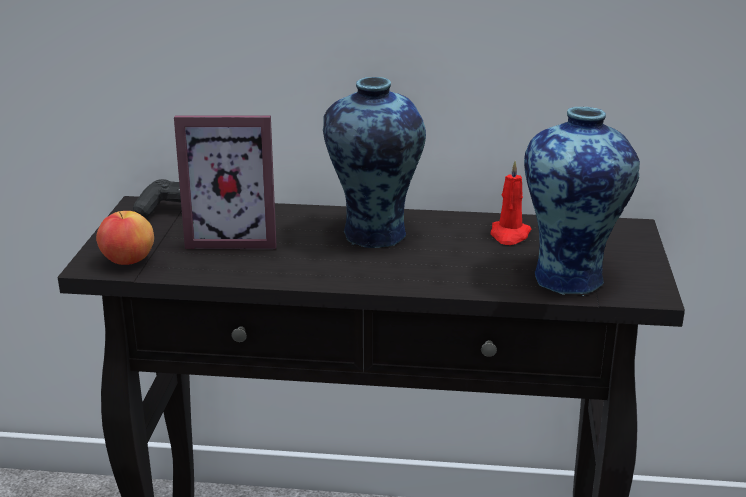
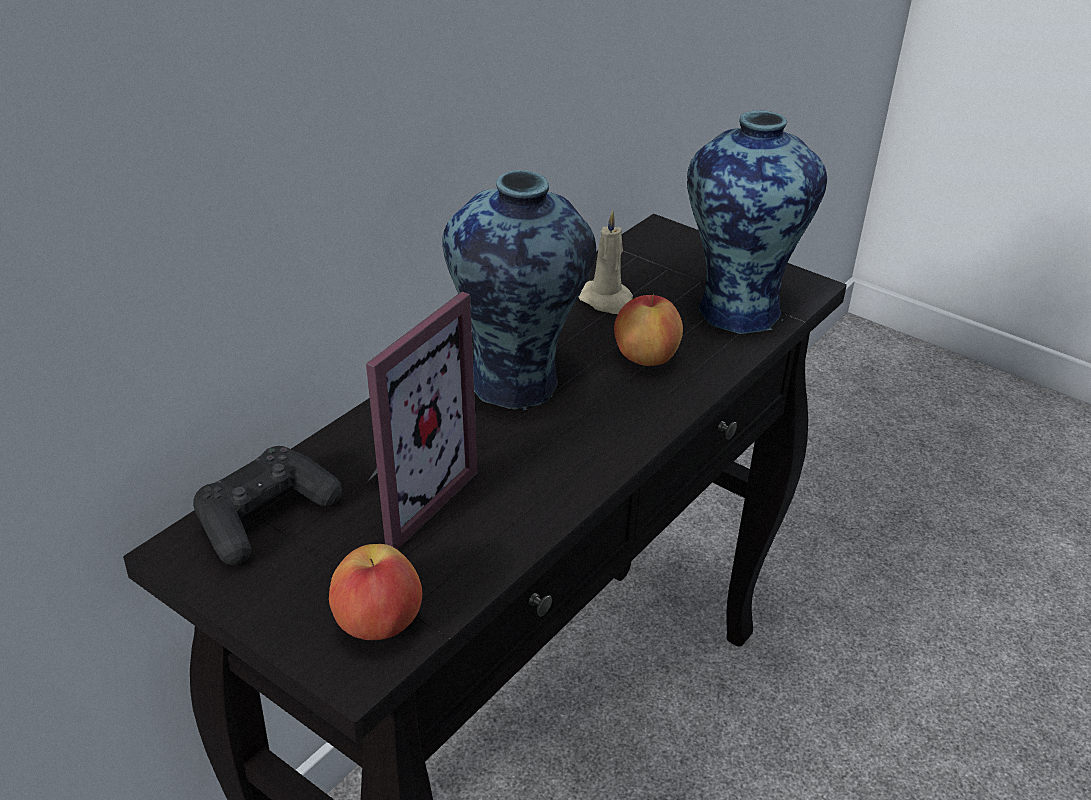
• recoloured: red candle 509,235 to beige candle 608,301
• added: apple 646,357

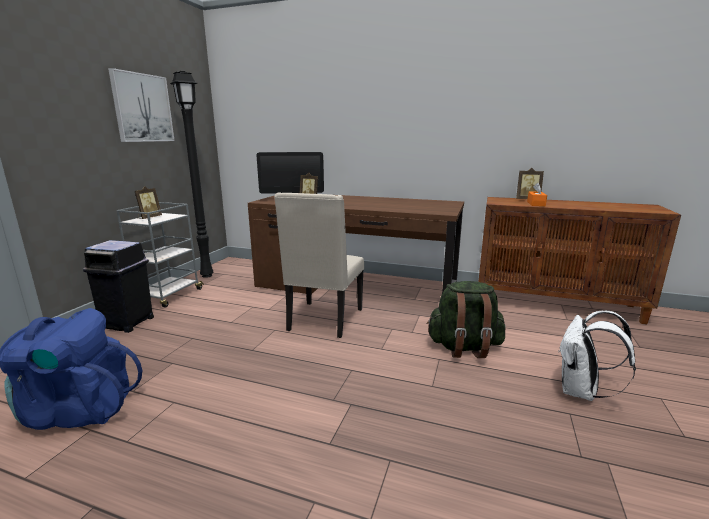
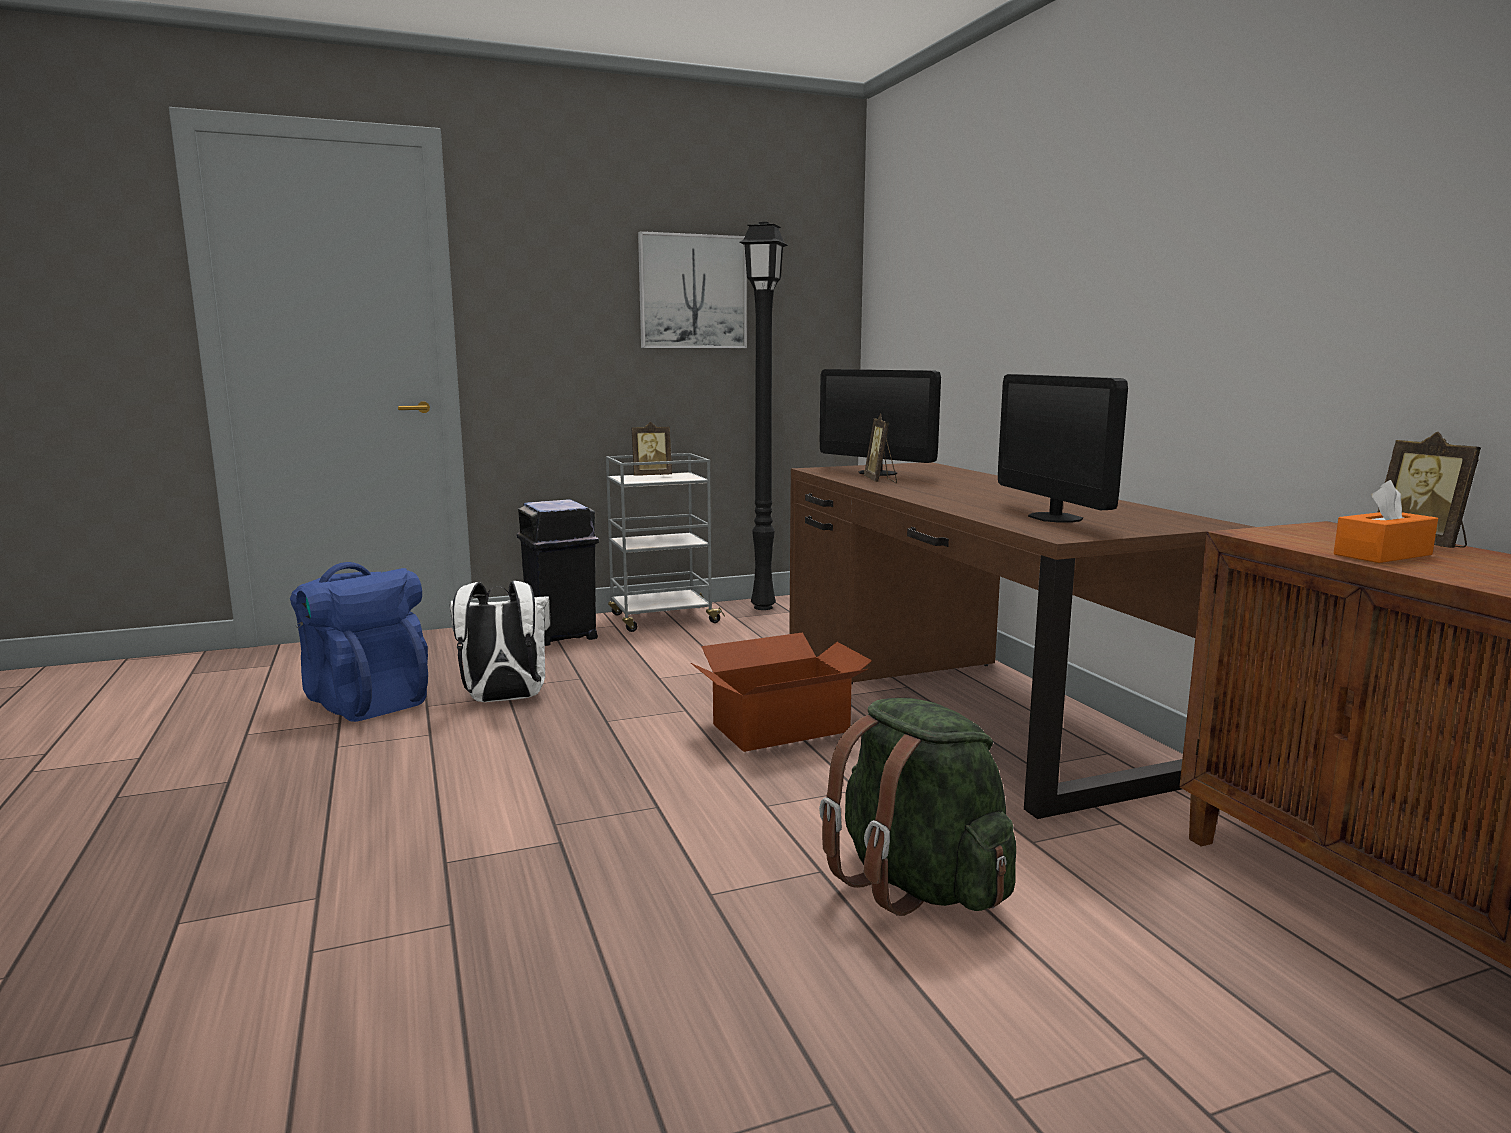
• replaced: beige chair 324,320 to cardboard box 779,728
• moved: white backpack 581,392 to 504,700
• added: monitor 1055,517

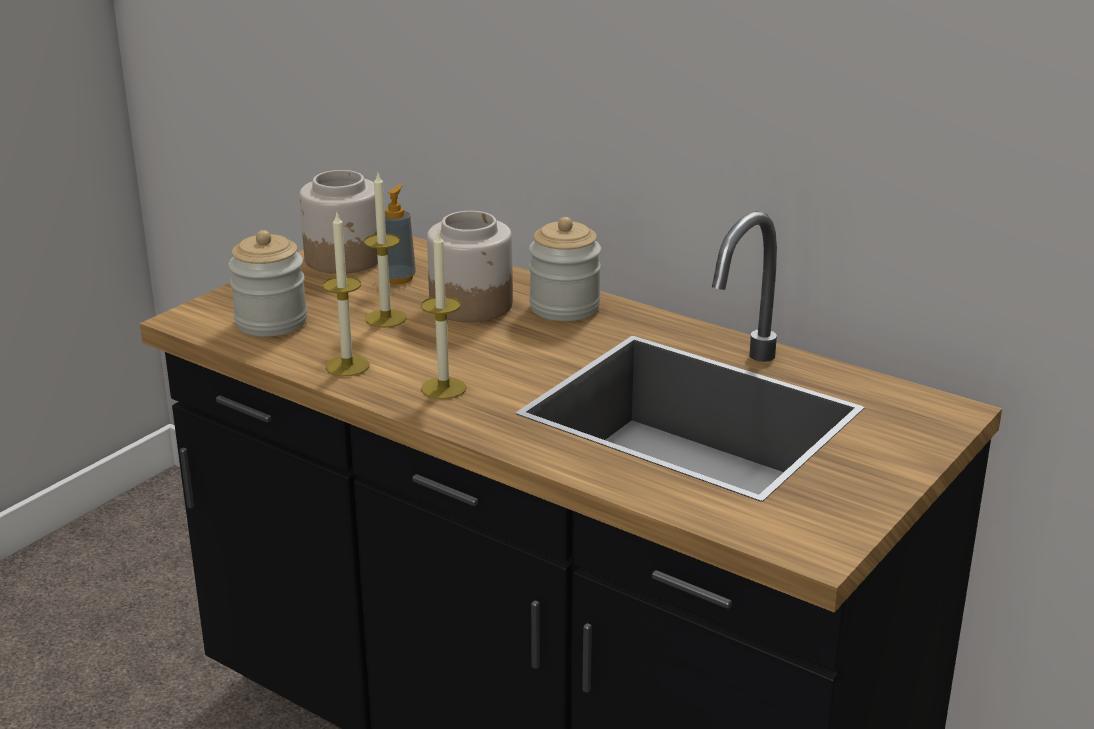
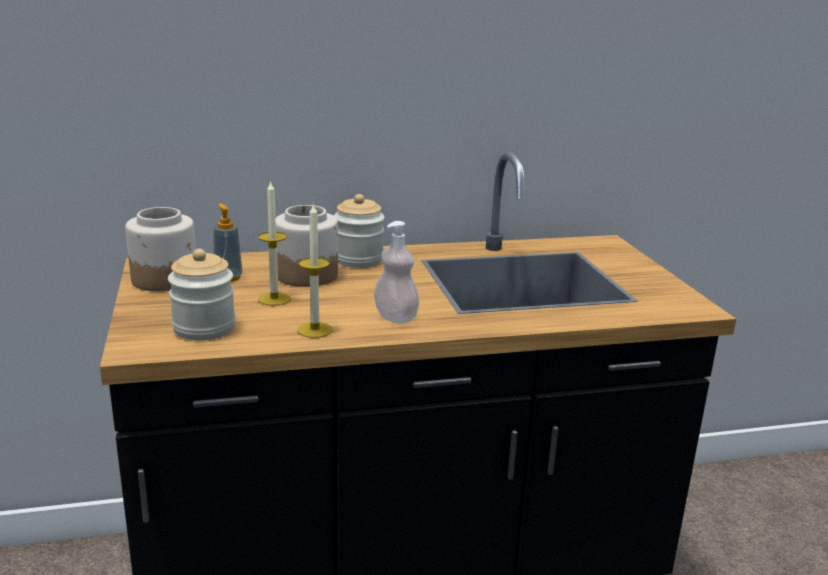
• replaced: candle 443,388 to soap dispenser 395,317

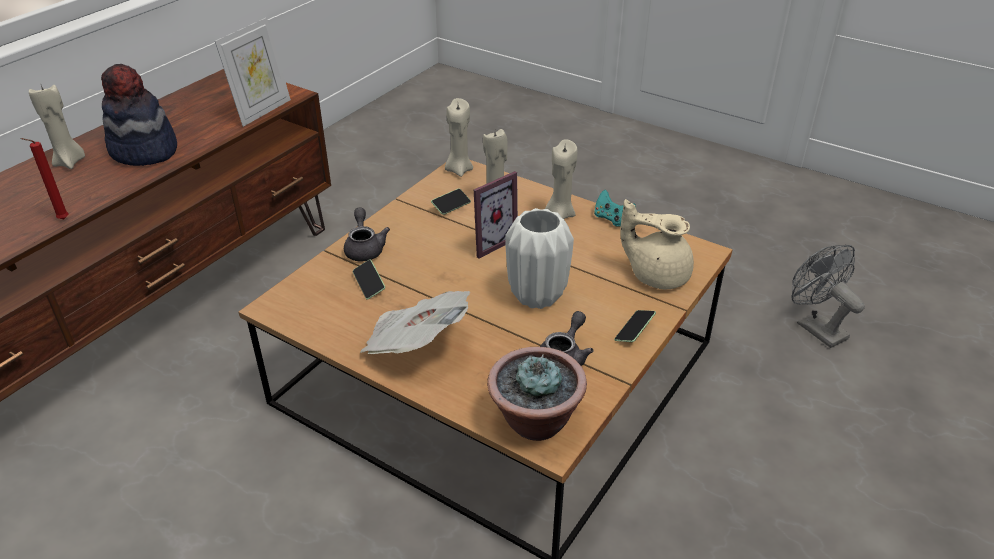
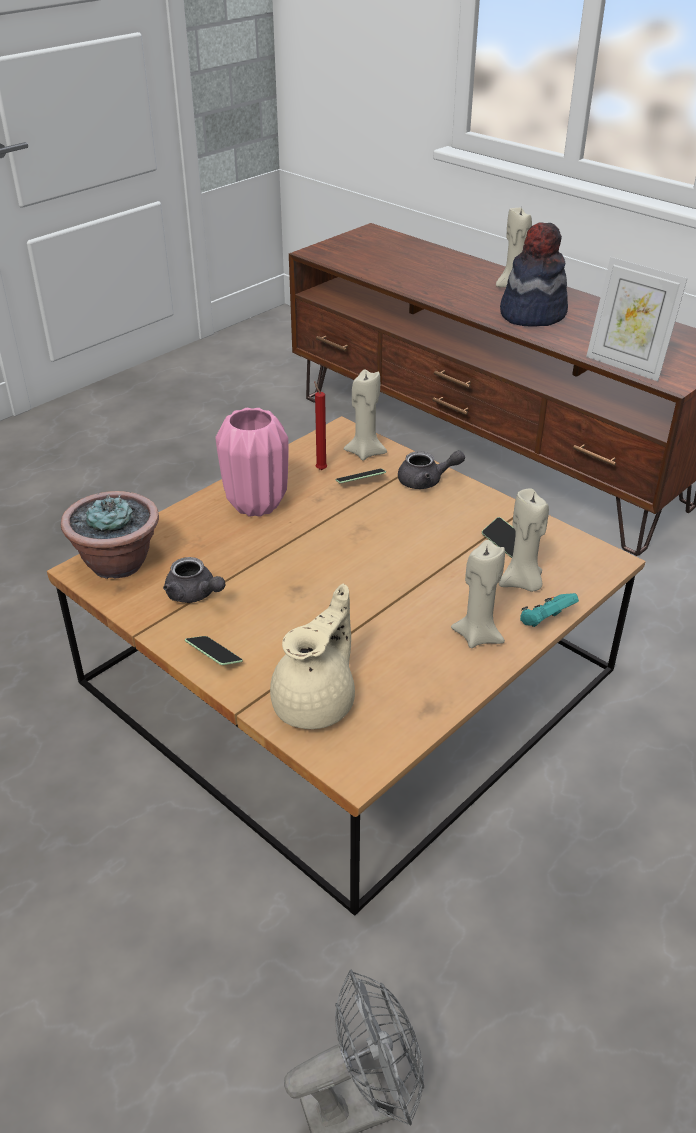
• moved: red candle 61,220 to 320,469
• replaced: newspaper 416,344 to pink vase 256,504
• moved: beige candle 458,170 to 365,452
• removed: picture frame 488,242
• removed: white vase 536,297
• moved: turquoise game controller 612,219 to 544,622

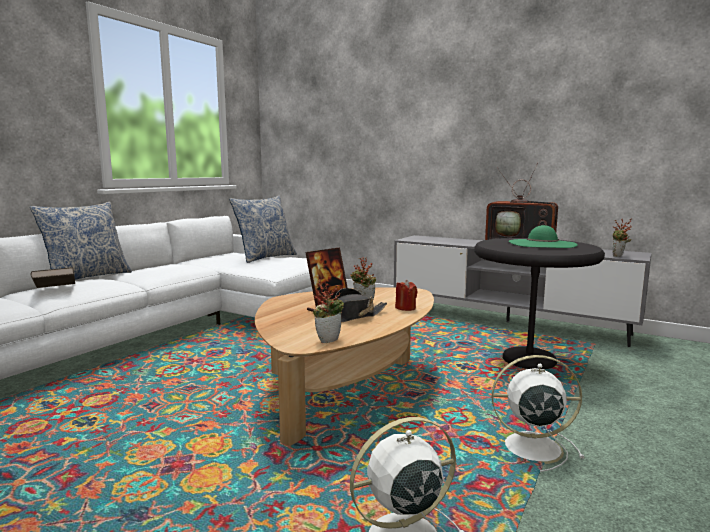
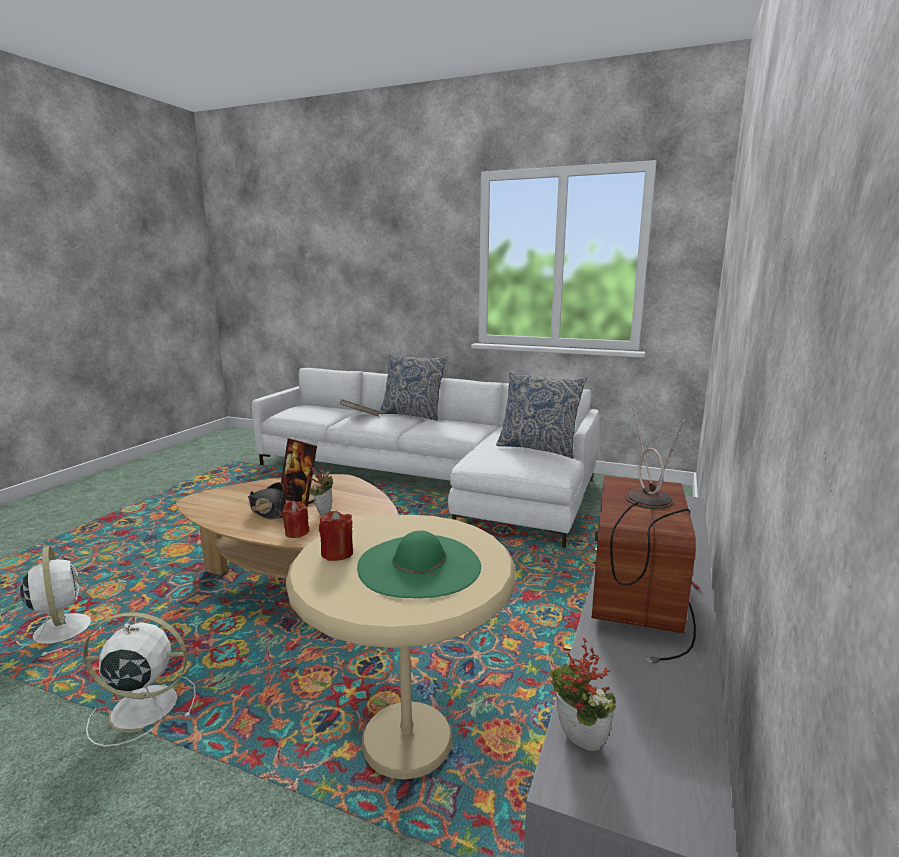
• removed: potted plant 328,339
• recoloured: black side table 529,360 to beige side table 407,742
• turned: white fan 529,447 = 141,707 90 degrees counterclockwise
• added: red candle 337,553

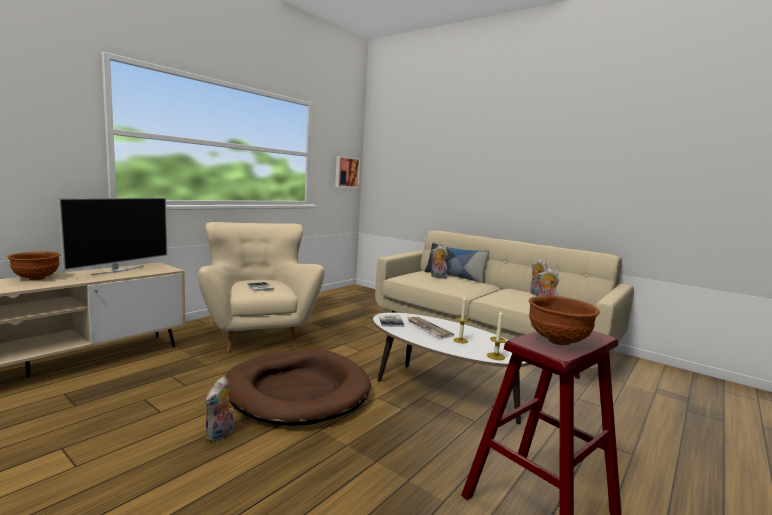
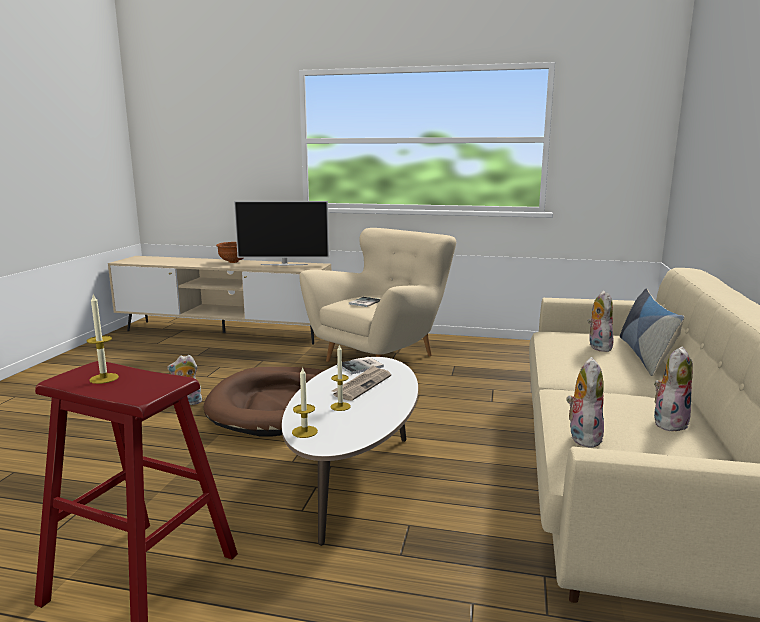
• removed: picture 346,172
• replaced: brown bowl 558,342 to candle 104,378

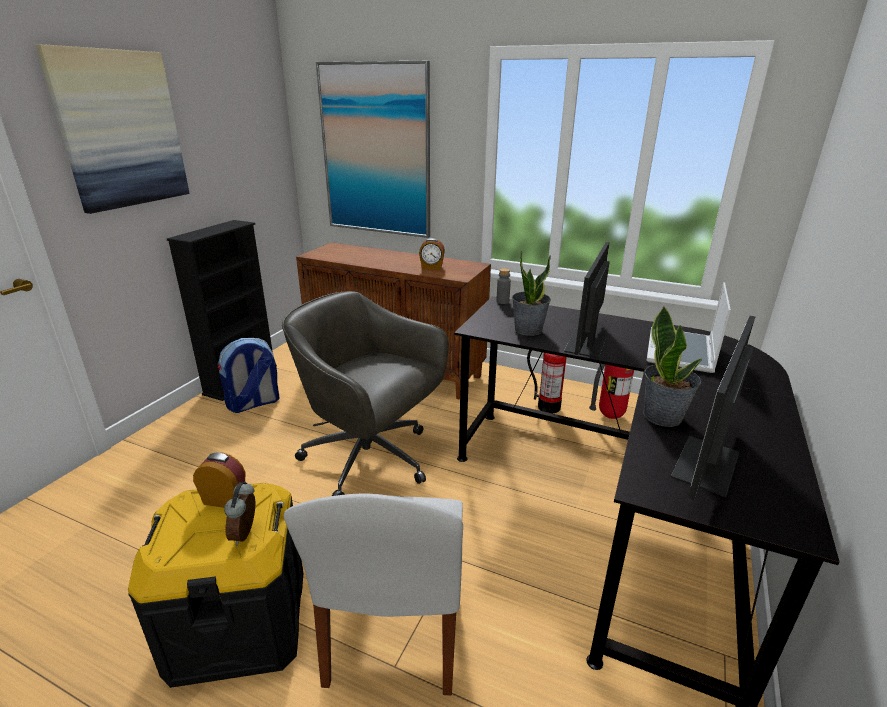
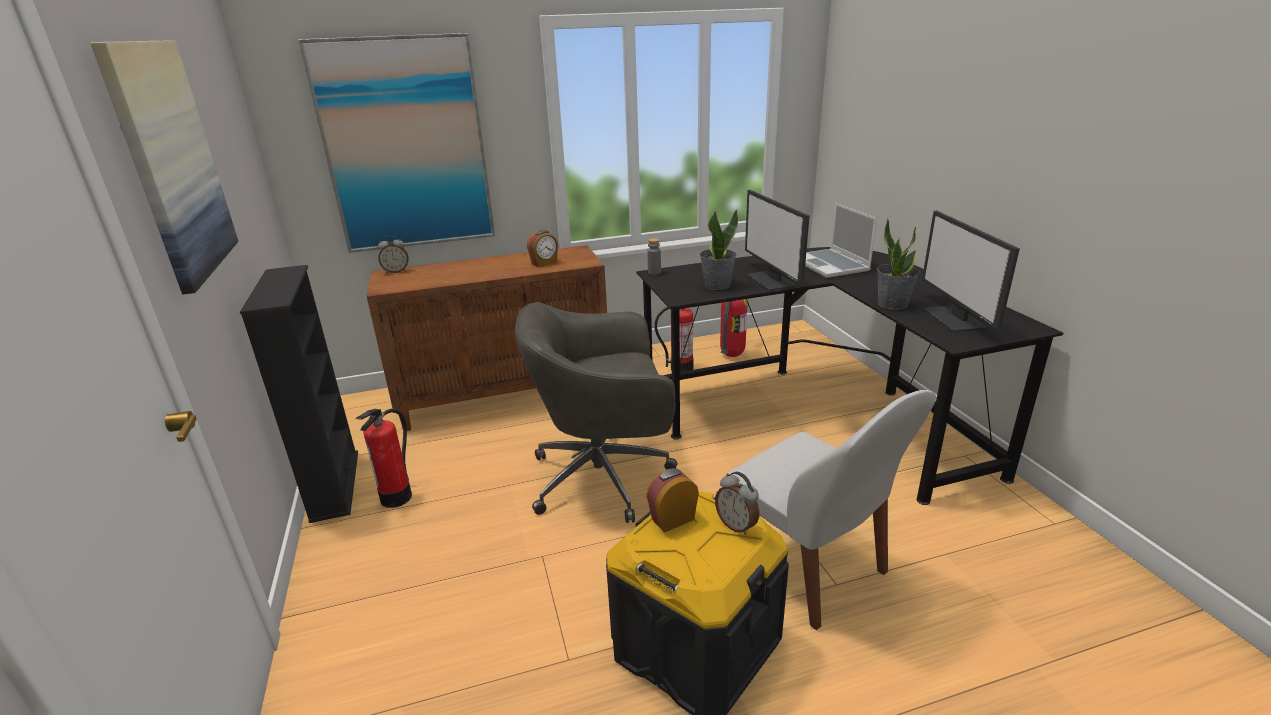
• replaced: backpack 253,403 to fire extinguisher 396,497
• added: alarm clock 396,271

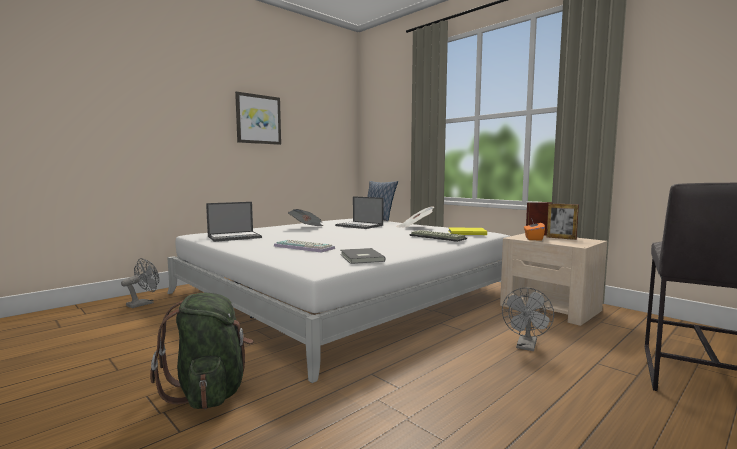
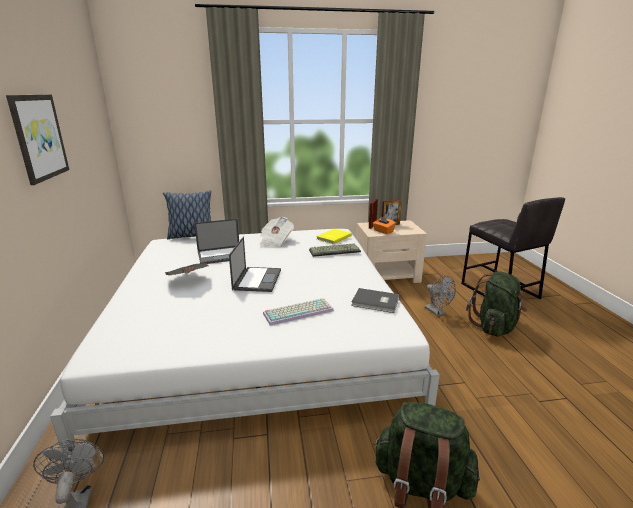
• moved: laptop 235,237 to 257,279
• added: green backpack 494,327

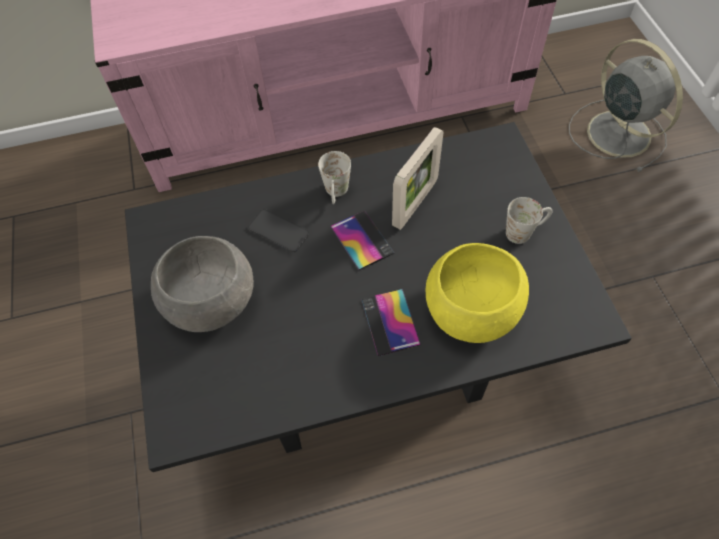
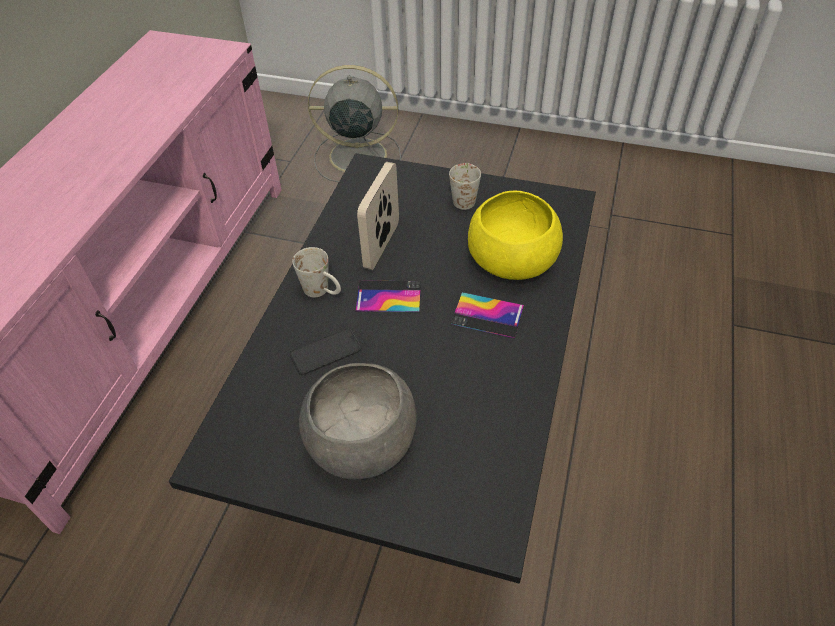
• turned: picture frame 415,204 = 382,245 135 degrees counterclockwise

